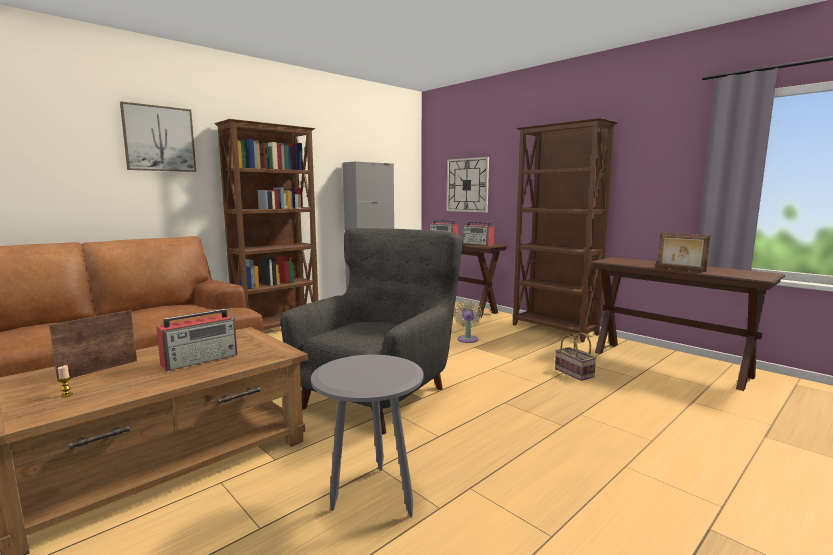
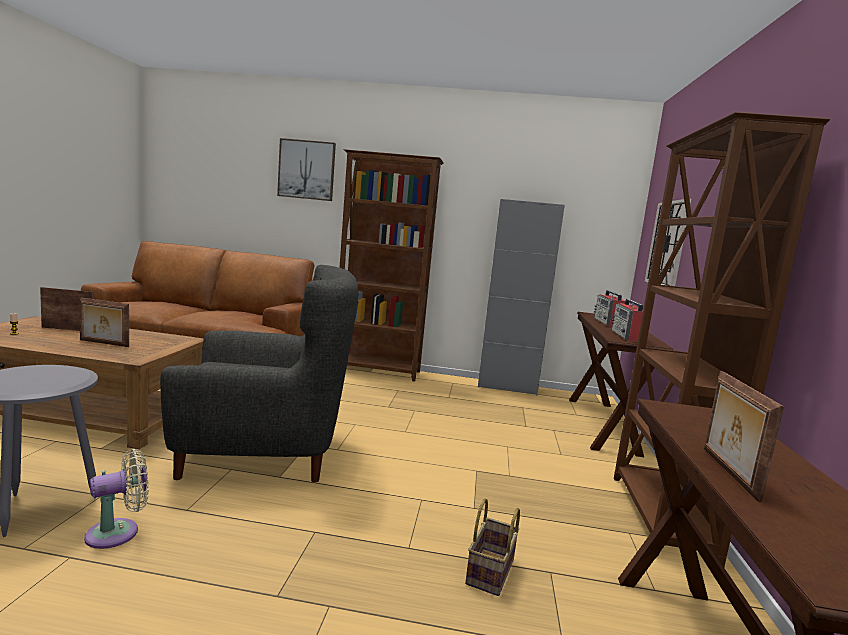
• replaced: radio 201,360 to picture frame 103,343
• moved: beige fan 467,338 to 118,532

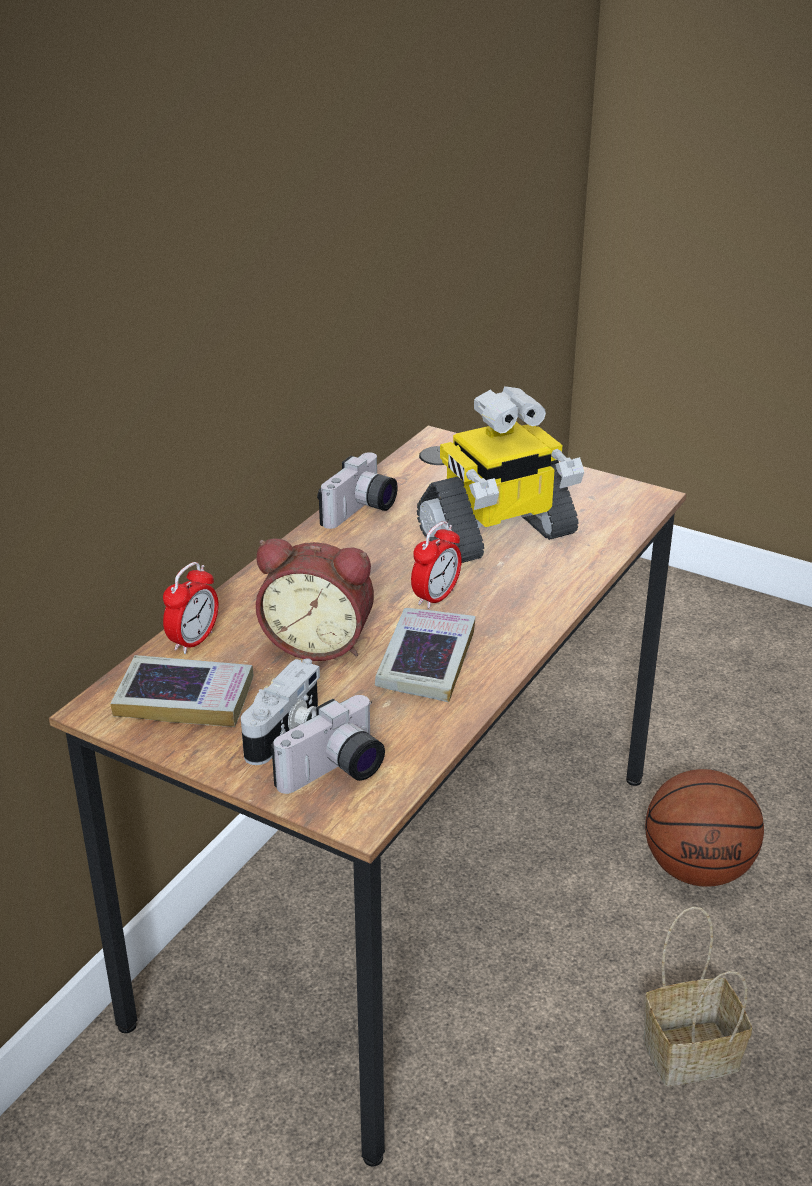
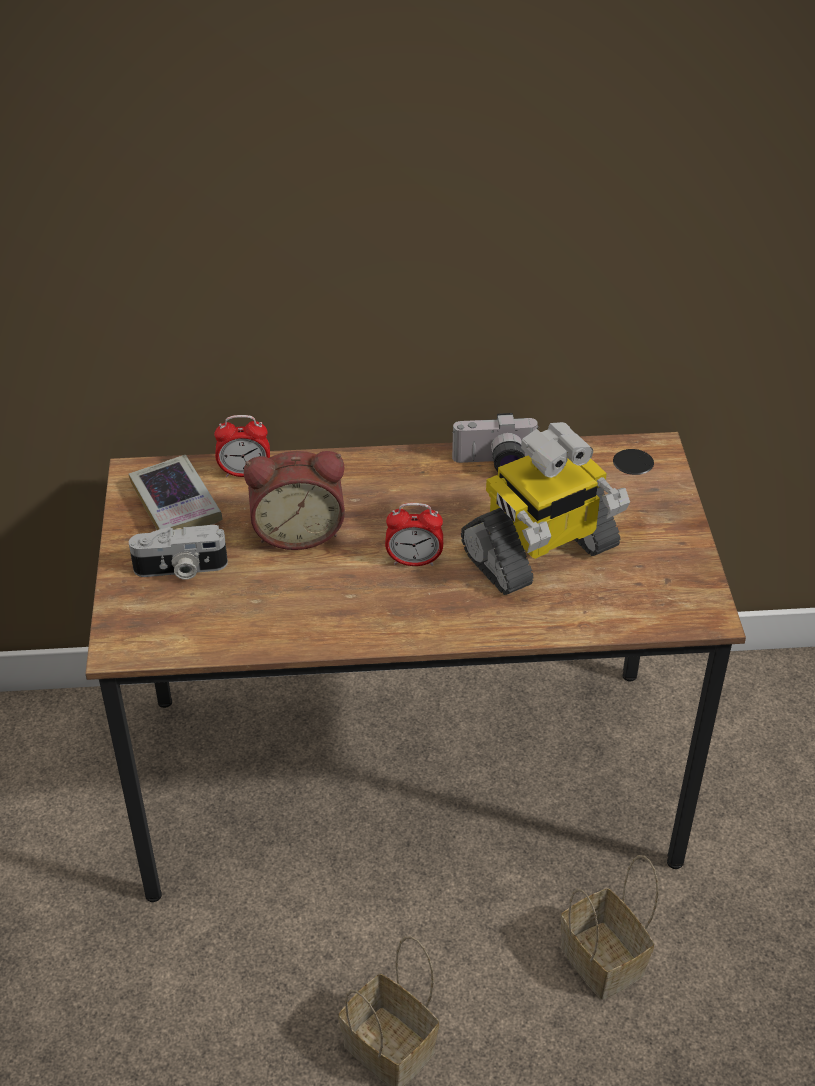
• turned: alarm clock 319,642 = 298,531 75 degrees counterclockwise
• removed: photo camera 335,773
• removed: book 426,661
• turned: toy robot 497,535 = 540,552 60 degrees counterclockwise
• replaced: basketball 698,869 to basket 605,961

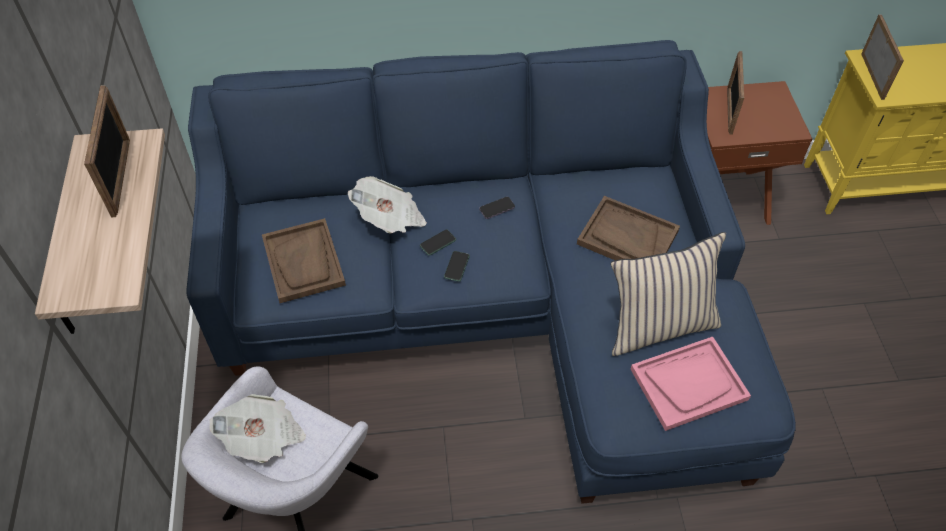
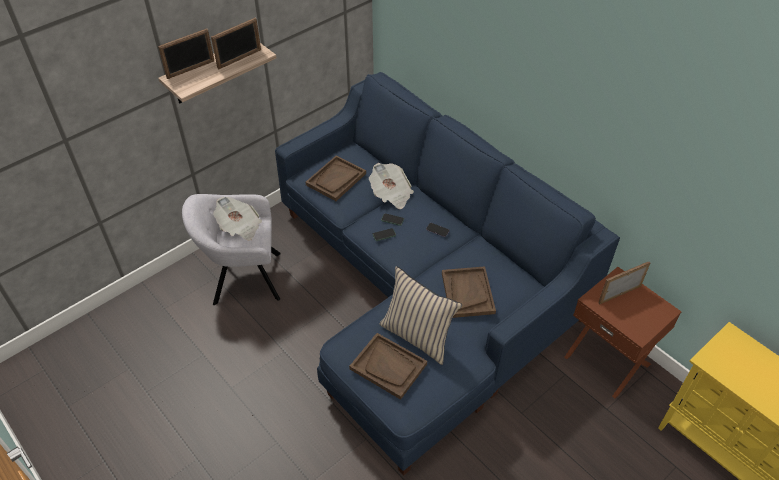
• recoloured: pink tray 689,384 to brown tray 388,366
• moved: picture frame 872,76 to 191,69

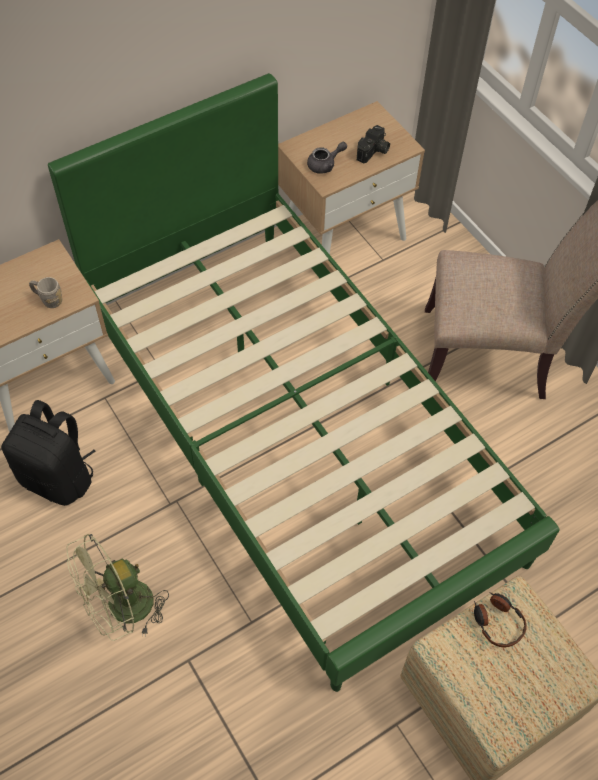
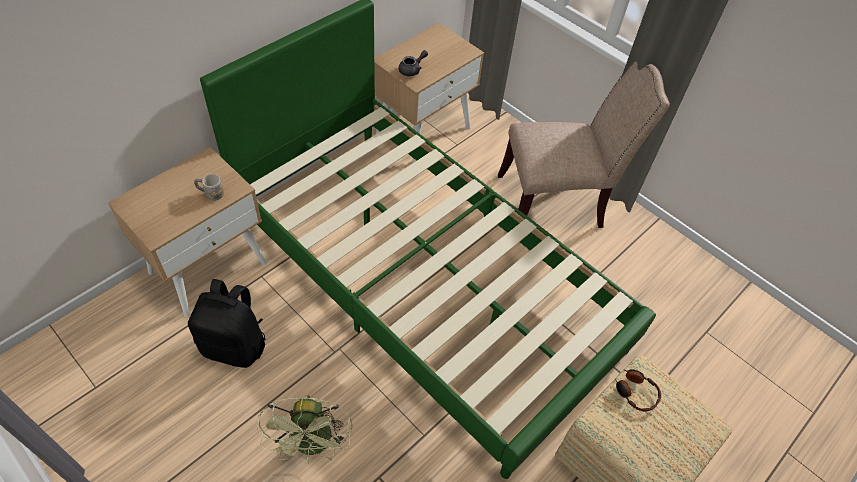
• turned: green fan 122,610 = 313,445 45 degrees counterclockwise
• removed: photo camera 373,152

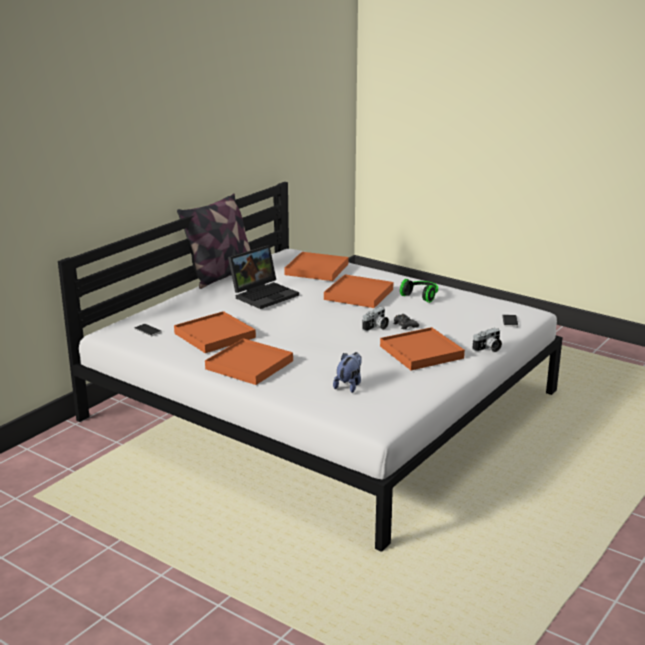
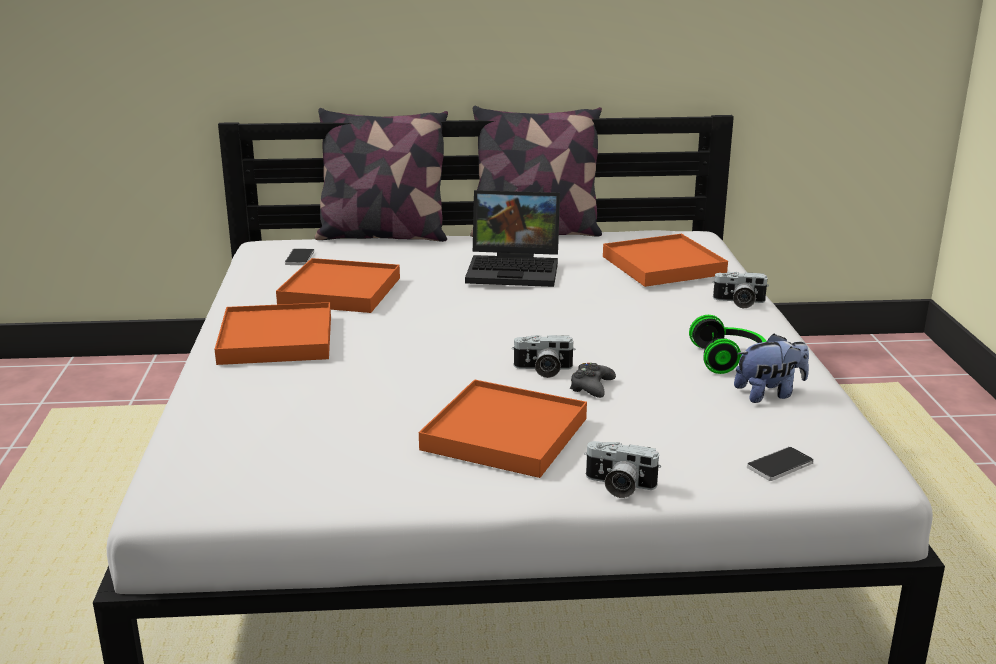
• removed: orange tray 358,294
• moved: plush toy 349,385 to 769,394
• added: pillow 383,235
• added: photo camera 739,302

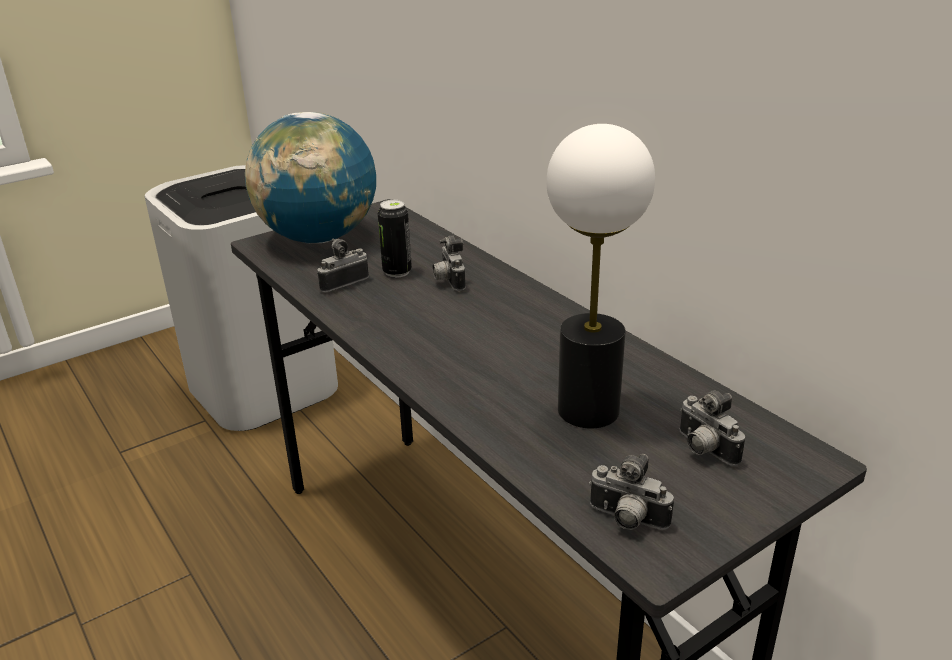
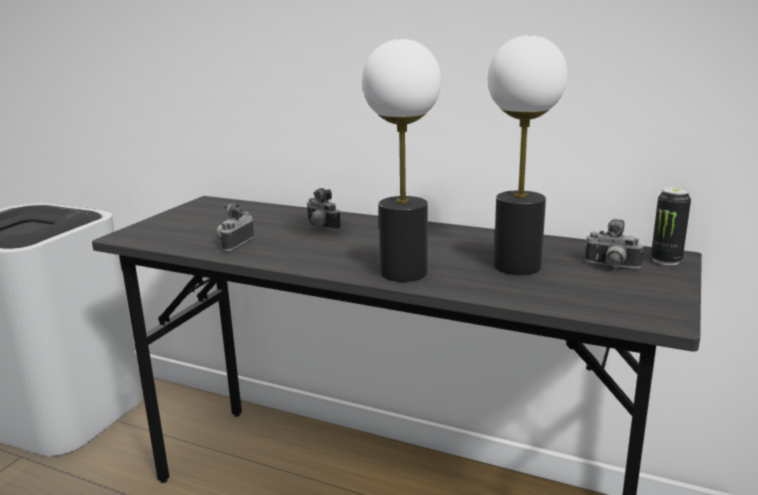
• removed: globe 319,238
• moved: can 397,272 to 666,261
• removed: photo camera 626,520
• added: table lamp 403,272

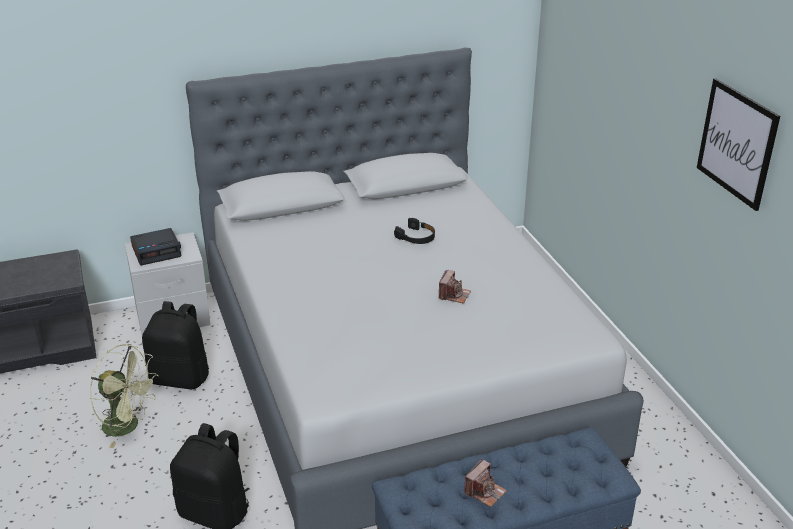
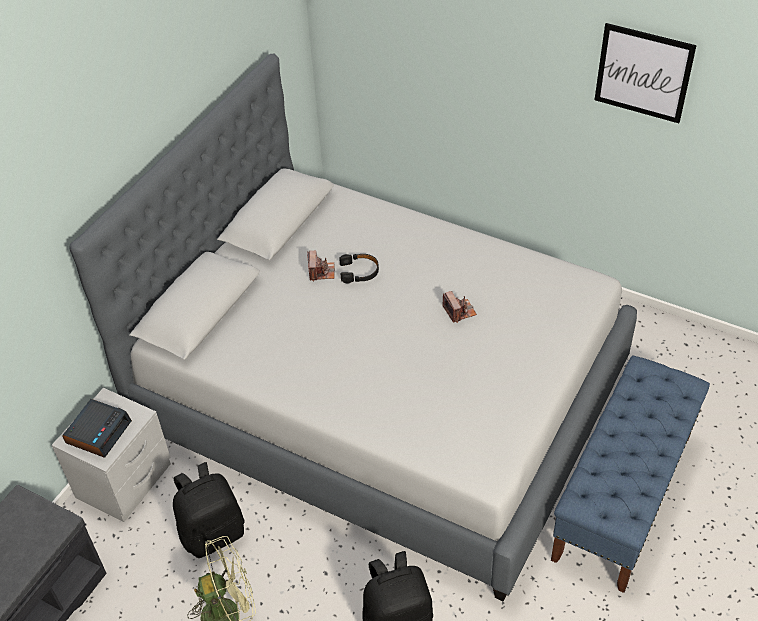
• moved: photo camera 485,492 to 321,272

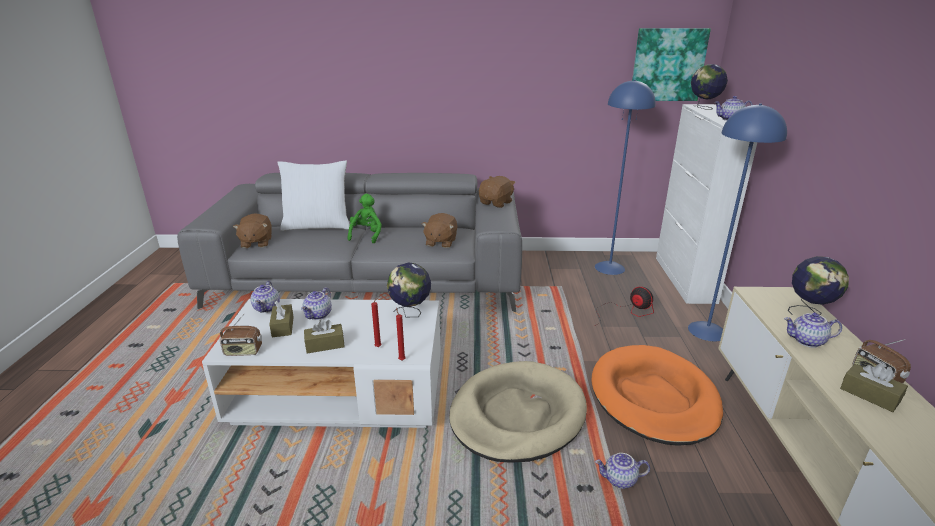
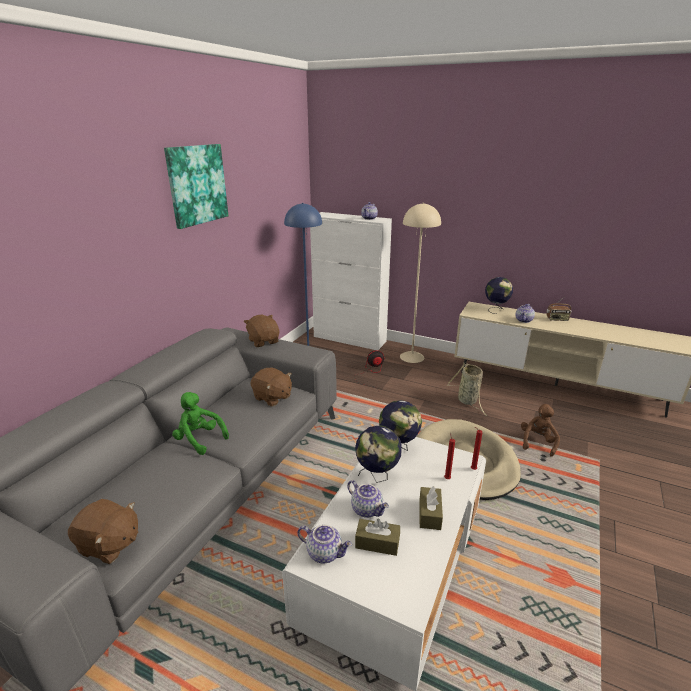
• removed: radio 243,351
• removed: white pillow 317,225
• replaced: orange dog bed 653,398 to basket 468,401
• replaced: teapot 620,480 to brown plush toy 537,442
• moved: picture 668,65 to 197,185
• recoloured: blue floor lamp 706,331 to beige floor lamp 411,357
• moved: globe 703,108 to 377,476
• removed: brown tissue box 869,395

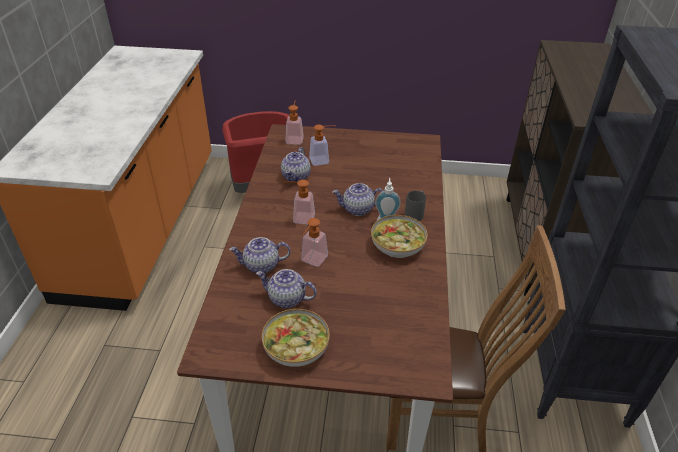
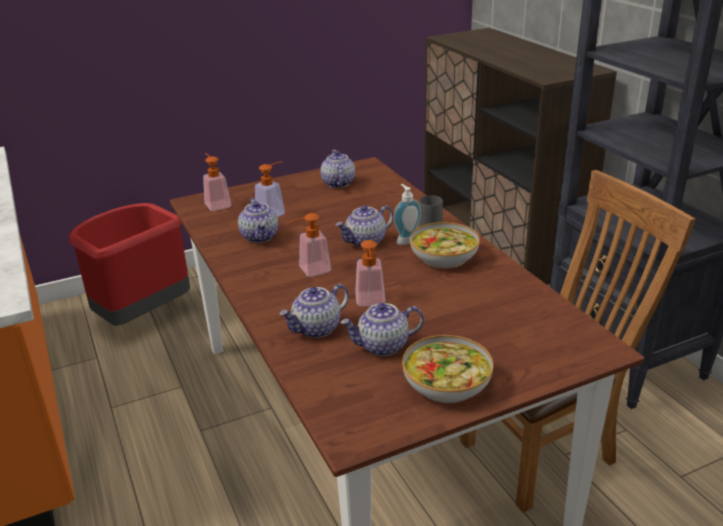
• added: teapot 337,183

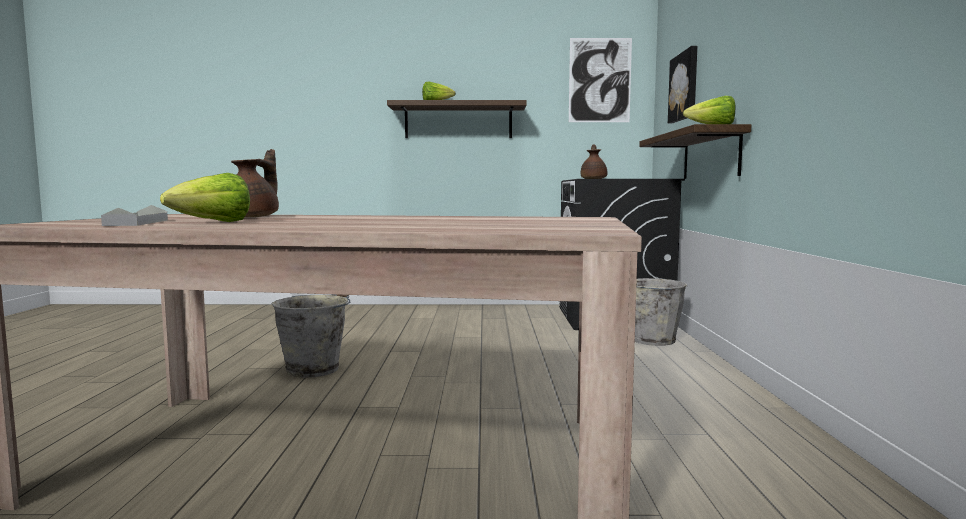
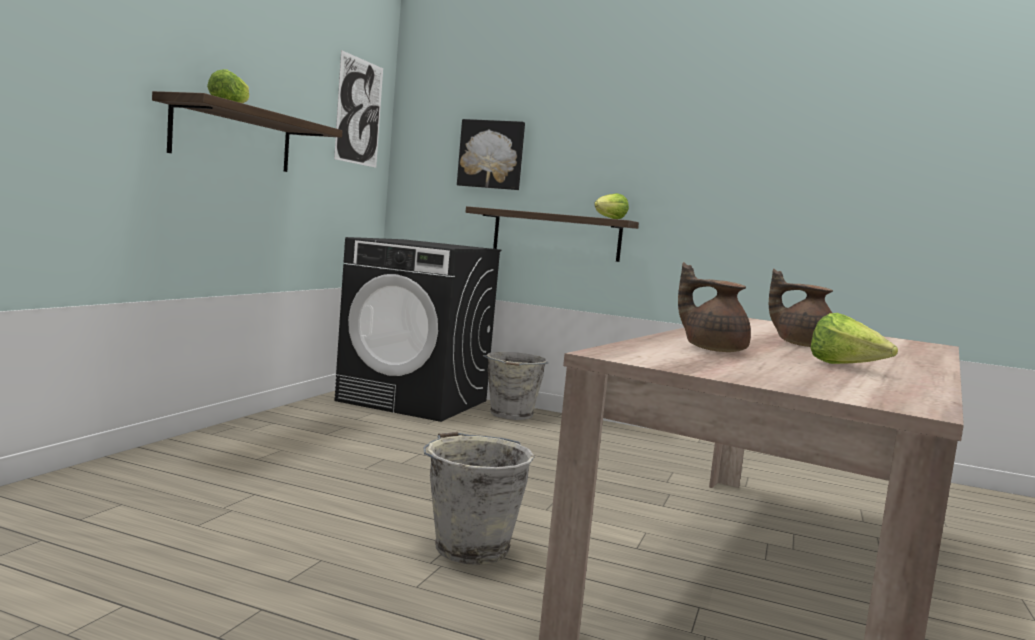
• removed: grey tray 137,223
• moved: brown teapot 594,179 to 801,345

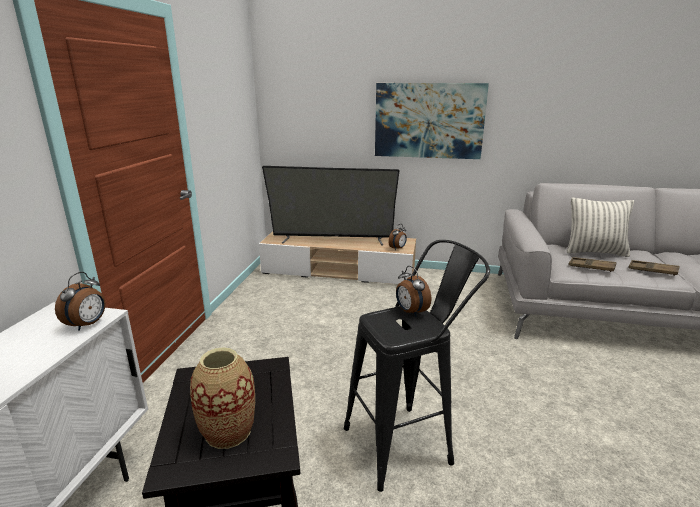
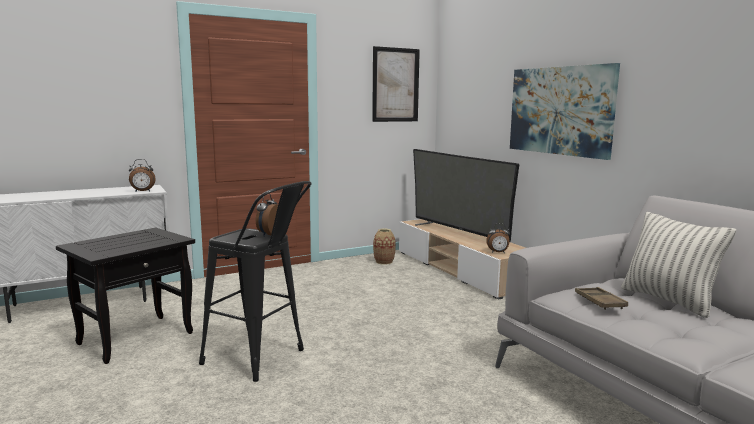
• moved: vase 228,432 to 384,262
• removed: brown tray 652,270
• added: picture 395,85

